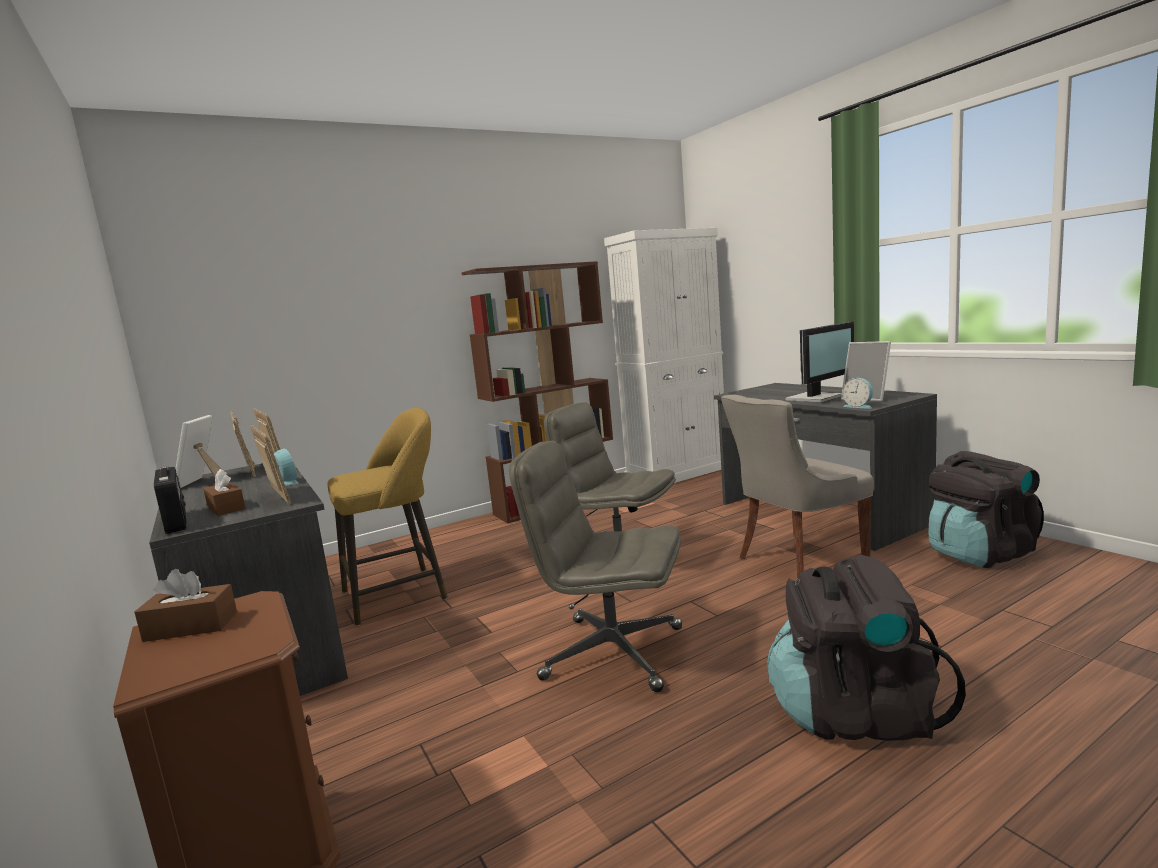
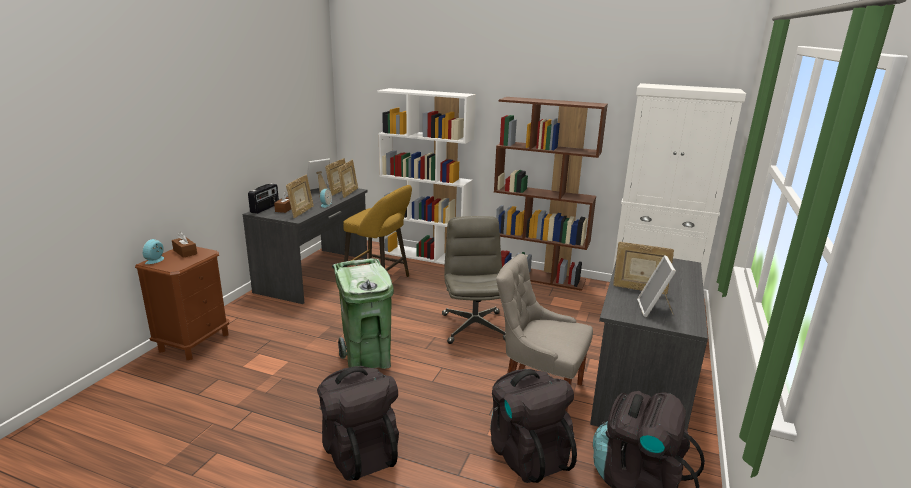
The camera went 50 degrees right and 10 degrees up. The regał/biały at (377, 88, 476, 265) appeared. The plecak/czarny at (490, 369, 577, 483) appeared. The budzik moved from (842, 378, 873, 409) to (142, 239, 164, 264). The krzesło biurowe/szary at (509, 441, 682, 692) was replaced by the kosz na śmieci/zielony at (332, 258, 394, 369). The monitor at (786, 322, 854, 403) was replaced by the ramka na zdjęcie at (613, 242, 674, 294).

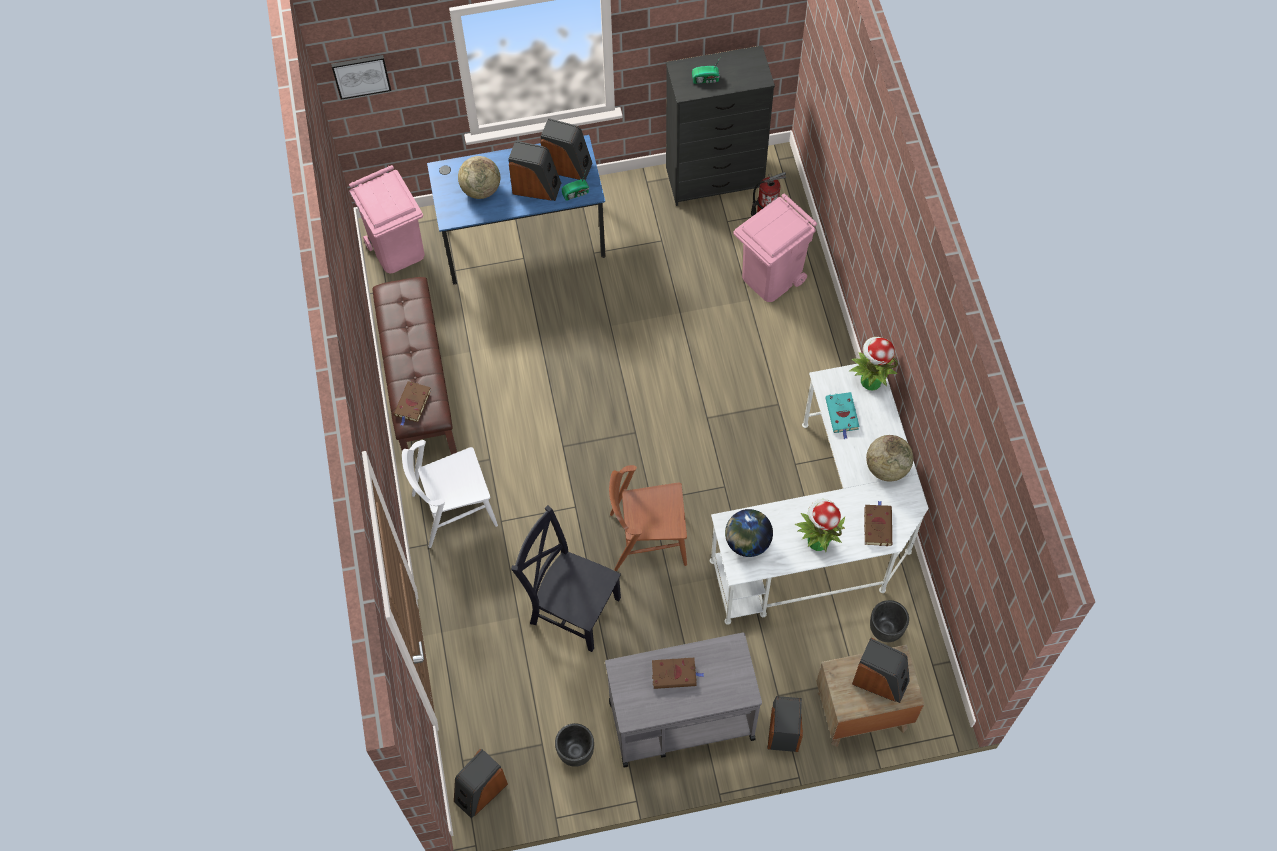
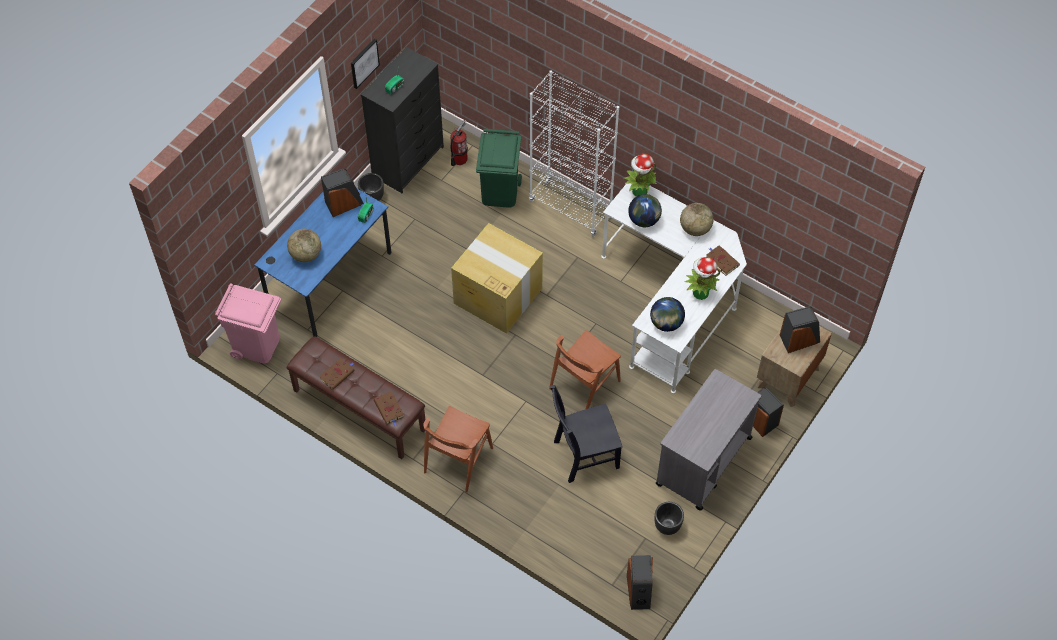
The camera went 45 degrees left and 5 degrees down. The głośnik at (509, 141, 561, 201) disappeared. The karton at (451, 223, 543, 334) appeared. The regał/biały at (529, 70, 619, 236) appeared. The obraz moved from (331, 55, 391, 100) to (351, 39, 380, 89). The książka/brązowy moved from (652, 658, 705, 689) to (319, 358, 355, 390). The donica/czarny moved from (870, 600, 909, 642) to (358, 173, 384, 201). The książka/turkusowy at (825, 392, 859, 439) was replaced by the globus at (628, 194, 662, 227). The krzesło/biały at (402, 440, 498, 548) became the krzesło/brązowy at (423, 406, 493, 492). The kosz na śmieci/różowy at (733, 193, 817, 302) became the kosz na śmieci/zielony at (476, 128, 522, 208).

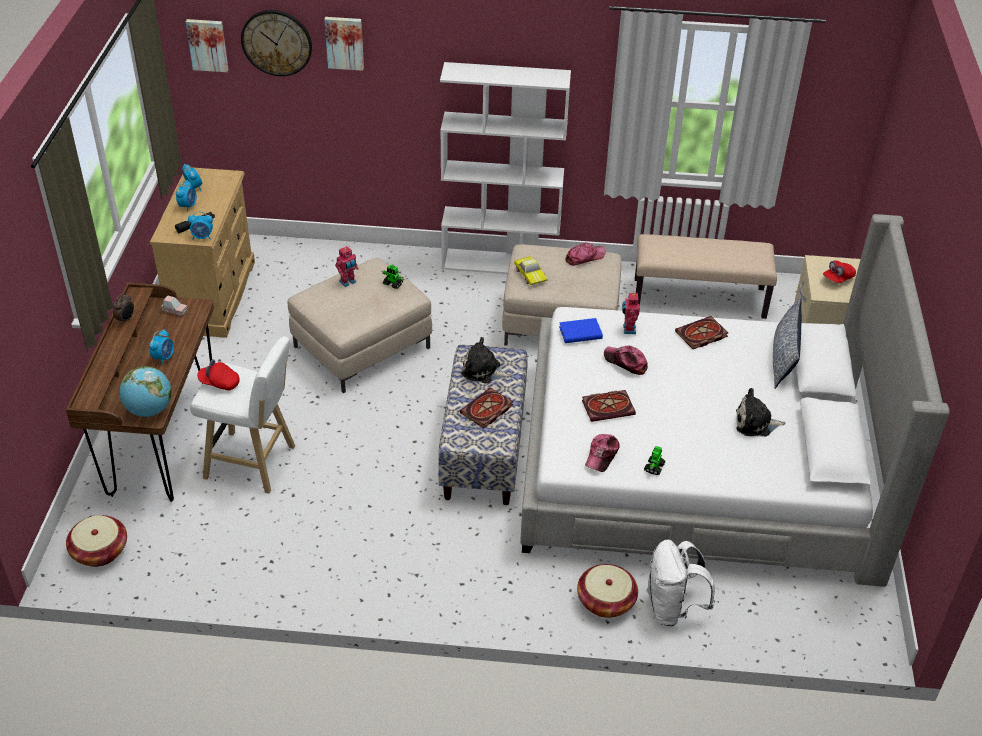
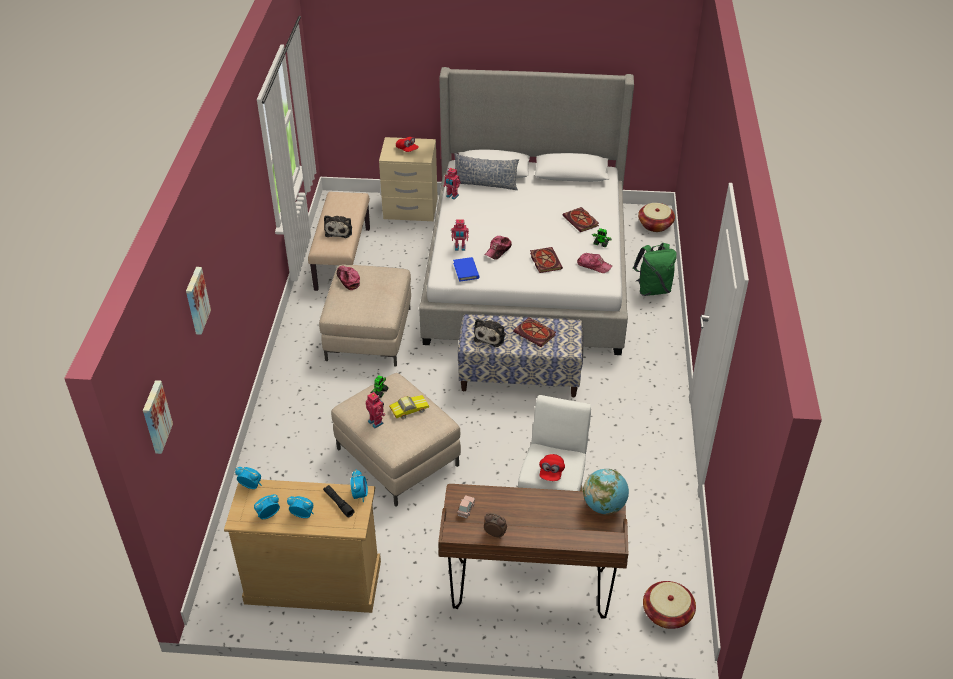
The camera went 90 degrees left and 0 degrees up. The zegar ścienny at (241, 10, 312, 76) disappeared. The regał/biały at (440, 62, 571, 274) disappeared. The robot zabawkowy at (443, 168, 461, 200) appeared. The budzik moved from (149, 329, 174, 365) to (235, 467, 262, 489). The samochodzik moved from (514, 256, 548, 285) to (389, 395, 429, 419). The koszyk moved from (577, 564, 638, 618) to (638, 203, 675, 232). The książka moved from (675, 316, 728, 349) to (562, 207, 599, 232). The pluszak moved from (736, 388, 785, 436) to (324, 215, 352, 238). The plecak/biały at (646, 540, 715, 626) became the plecak/zielony at (633, 243, 677, 296).

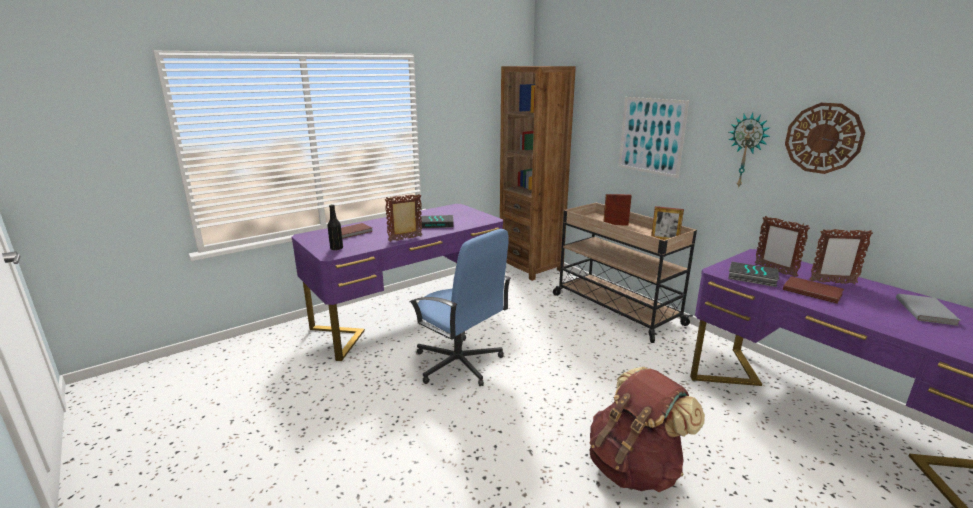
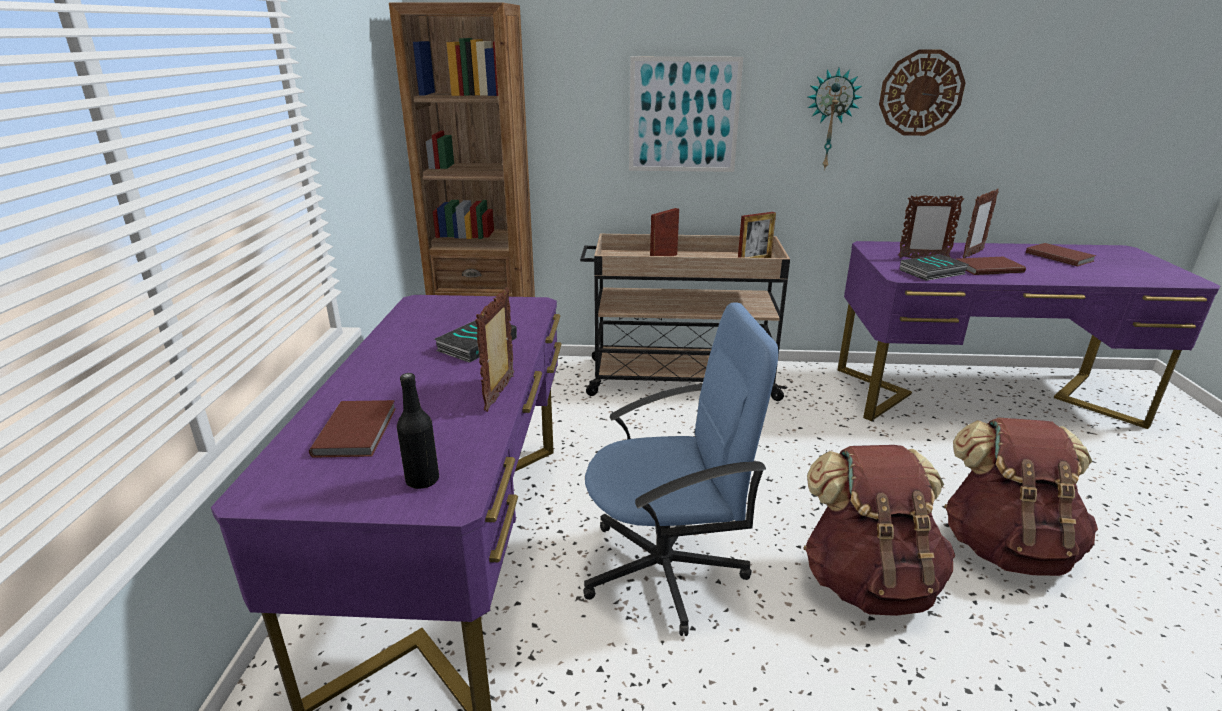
The camera went 50 degrees left and 5 degrees up. The plecak/brązowy at (803, 445, 955, 616) appeared. The książka/szary at (896, 294, 961, 326) became the książka/brązowy at (1026, 243, 1096, 267).

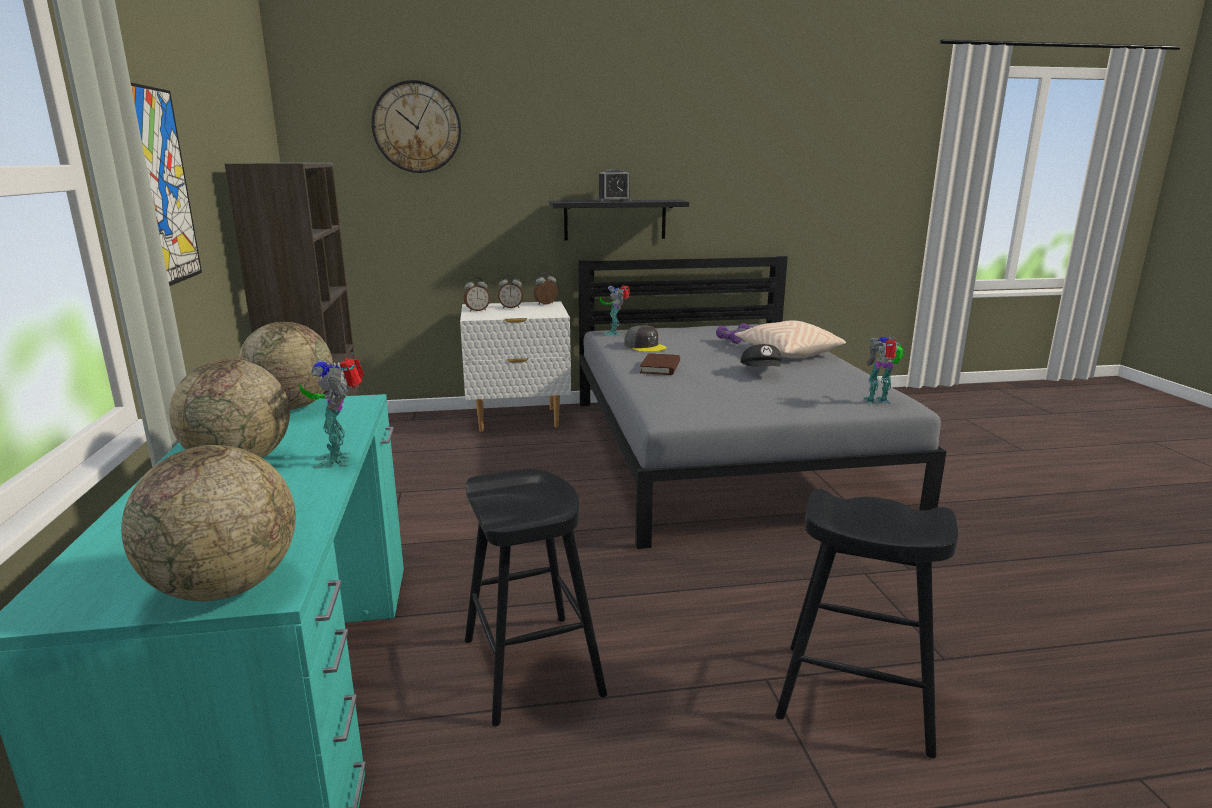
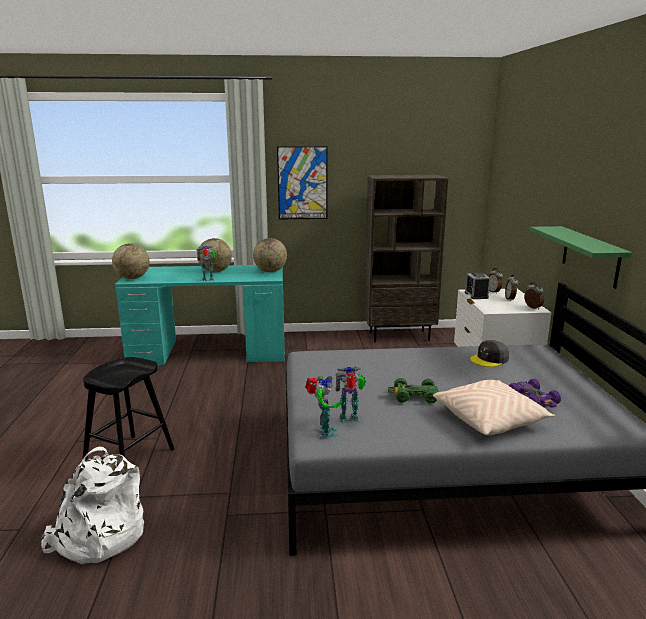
The camera went 95 degrees right and 0 degrees up. The zegar ścienny at (372, 80, 461, 173) disappeared. The stołek/czarny at (465, 469, 607, 726) disappeared. The książka/brązowy at (640, 353, 680, 375) disappeared. The plecak/biały at (40, 447, 144, 565) appeared. The budzik moved from (598, 169, 631, 202) to (465, 273, 490, 299). The robot zabawkowy moved from (600, 285, 631, 336) to (335, 366, 366, 423). The czapka z daszkiem/czarny at (740, 344, 782, 367) was replaced by the samochodzik/zielony at (388, 378, 439, 404). The półka/czarny at (549, 200, 689, 241) became the półka/zielony at (530, 226, 632, 289).

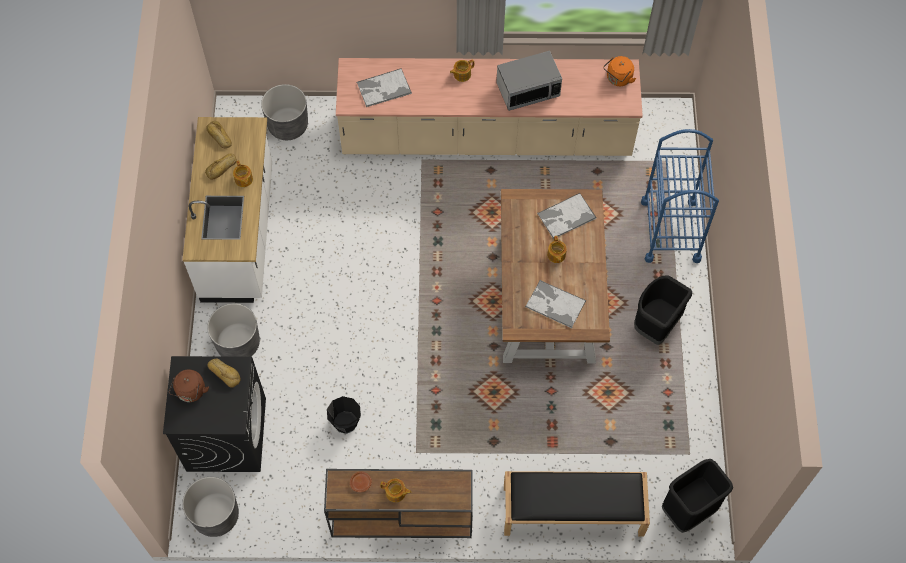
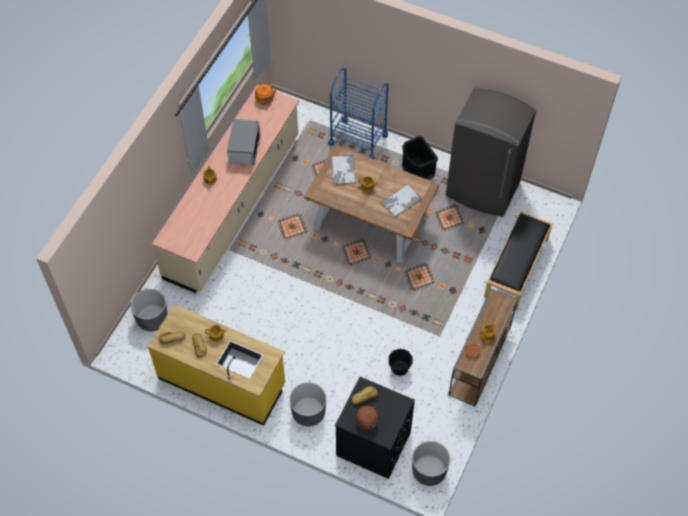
The camera went 65 degrees left and 5 degrees down. The taca at (357, 68, 412, 107) disappeared. The kosz na śmieci/czarny at (662, 459, 733, 533) disappeared. The lodówka/szary at (446, 88, 536, 217) appeared. The zabudowa kuchenna/biały at (183, 117, 272, 303) became the zabudowa kuchenna/żółty at (147, 304, 285, 426).

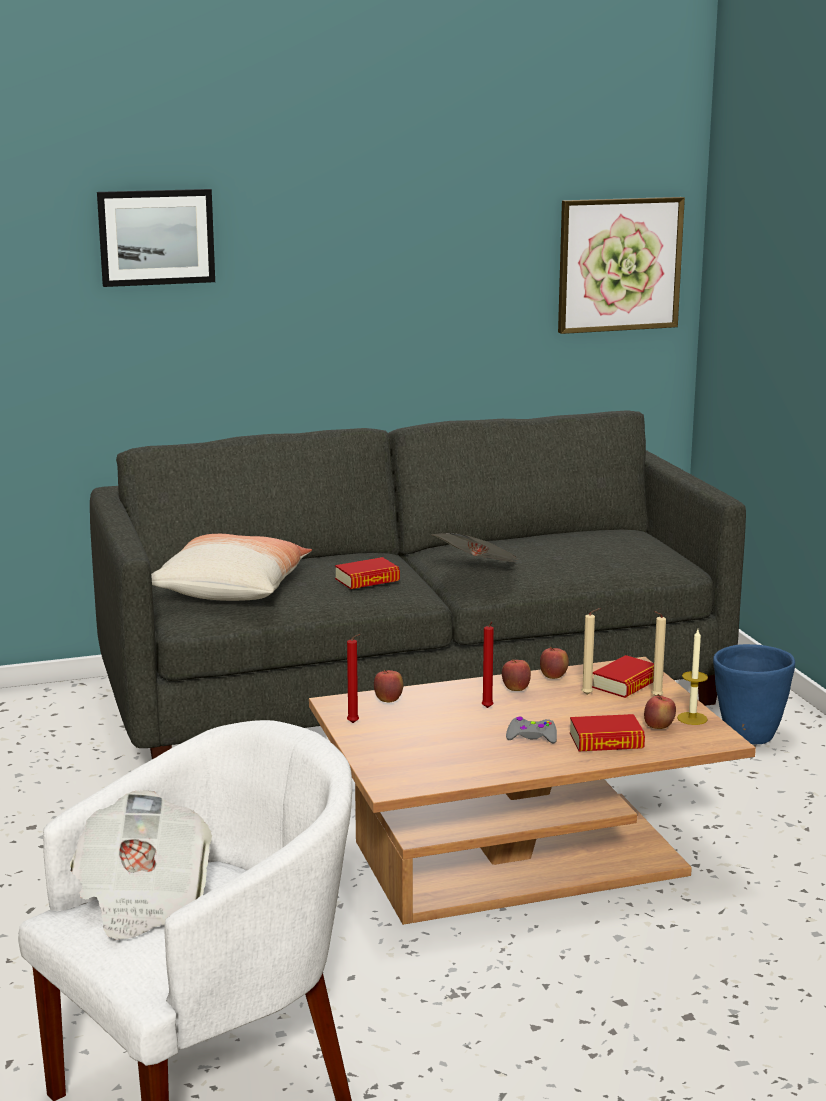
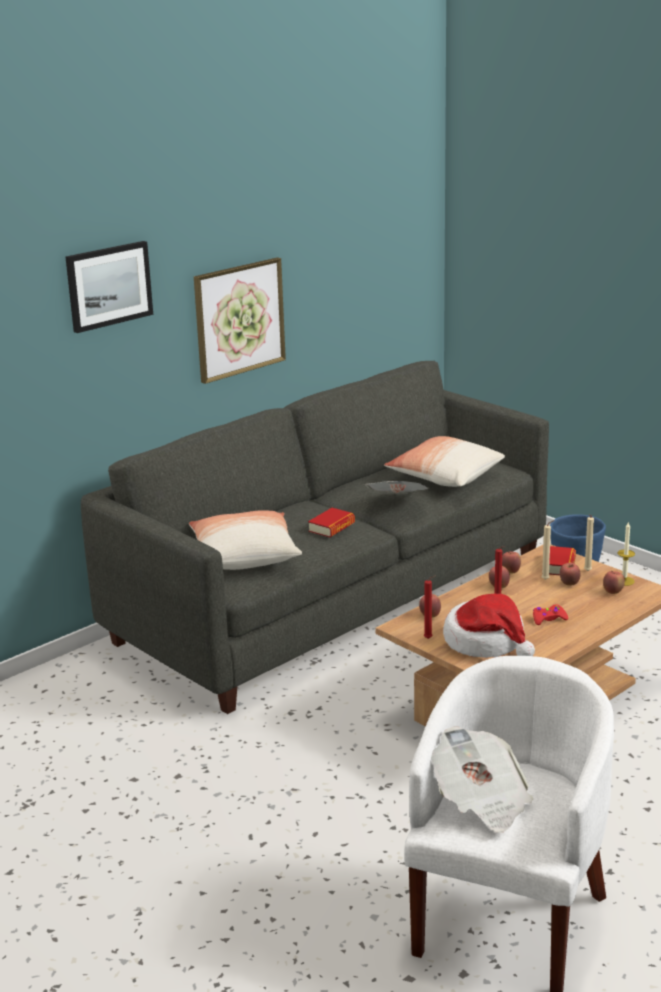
The camera went 25 degrees left and 5 degrees up. The książka at (570, 714, 645, 751) disappeared. The poduszka at (384, 436, 505, 487) appeared. The kapelusz at (443, 594, 535, 658) appeared. The jabłko at (560, 563, 580, 586) appeared. The obraz moved from (558, 197, 685, 334) to (194, 257, 286, 384). The pad do gier/szary at (506, 717, 557, 743) became the pad do gier/czerwony at (533, 605, 568, 625).

